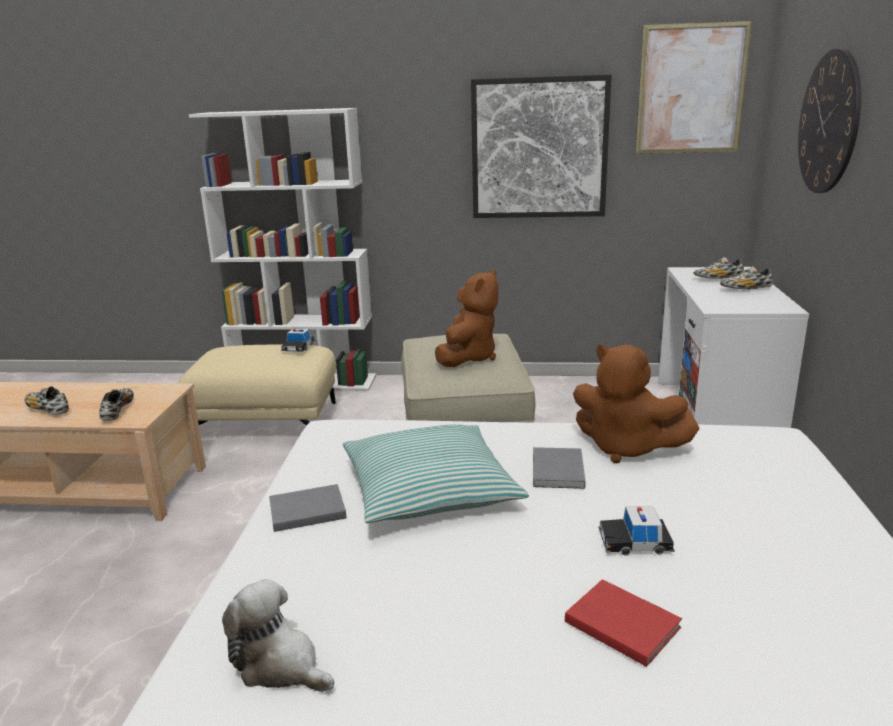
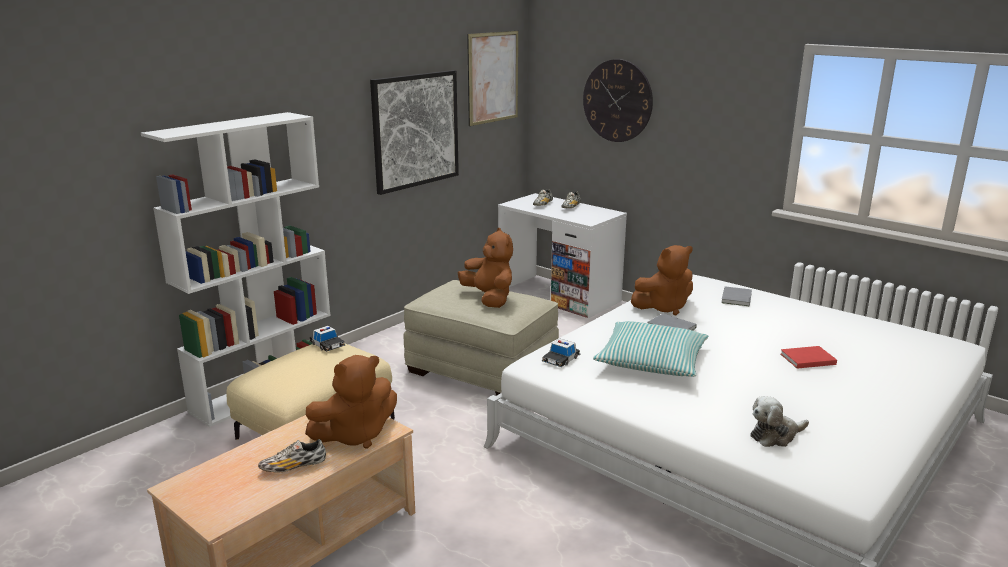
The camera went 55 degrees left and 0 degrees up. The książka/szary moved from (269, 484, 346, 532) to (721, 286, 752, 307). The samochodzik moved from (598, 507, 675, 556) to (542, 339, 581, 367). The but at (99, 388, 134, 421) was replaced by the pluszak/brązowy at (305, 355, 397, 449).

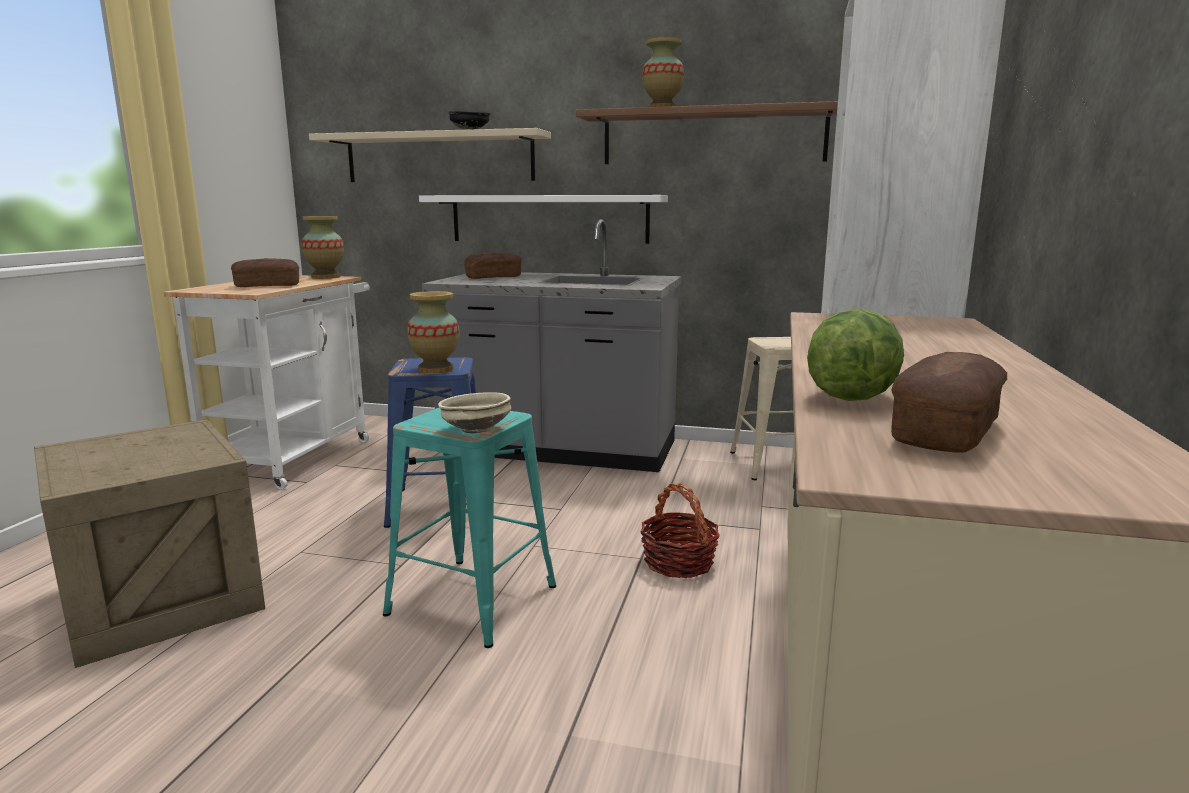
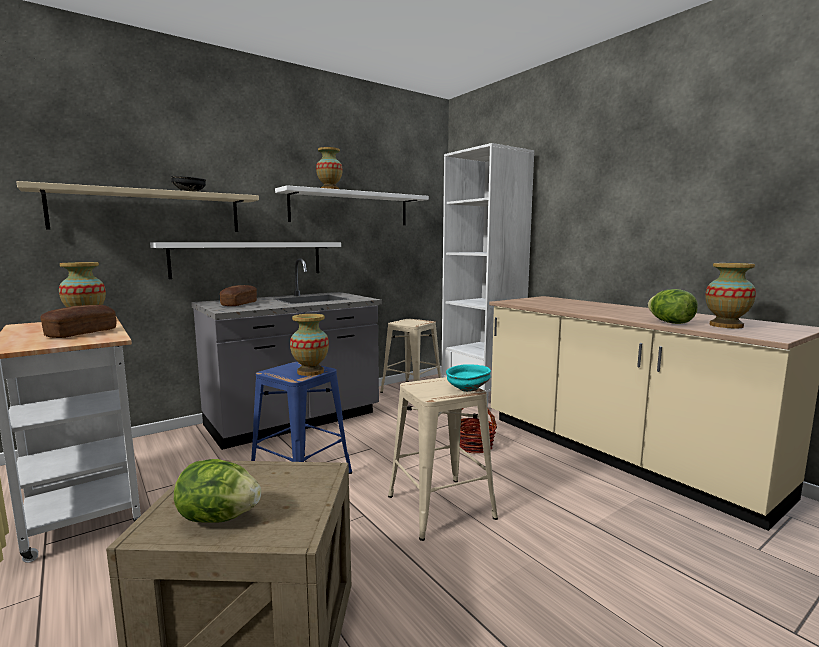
The camera went 50 degrees left and 5 degrees down. The sałata at (174, 459, 261, 523) appeared. The chleb at (891, 352, 1007, 453) was replaced by the wazon at (705, 263, 756, 328). The stołek/turkusowy at (383, 408, 556, 648) became the stołek/beżowy at (388, 377, 498, 541). The miska/beżowy at (438, 392, 511, 433) became the miska/turkusowy at (446, 364, 491, 392). The półka/brązowy at (576, 101, 838, 164) became the półka/biały at (275, 185, 429, 225).

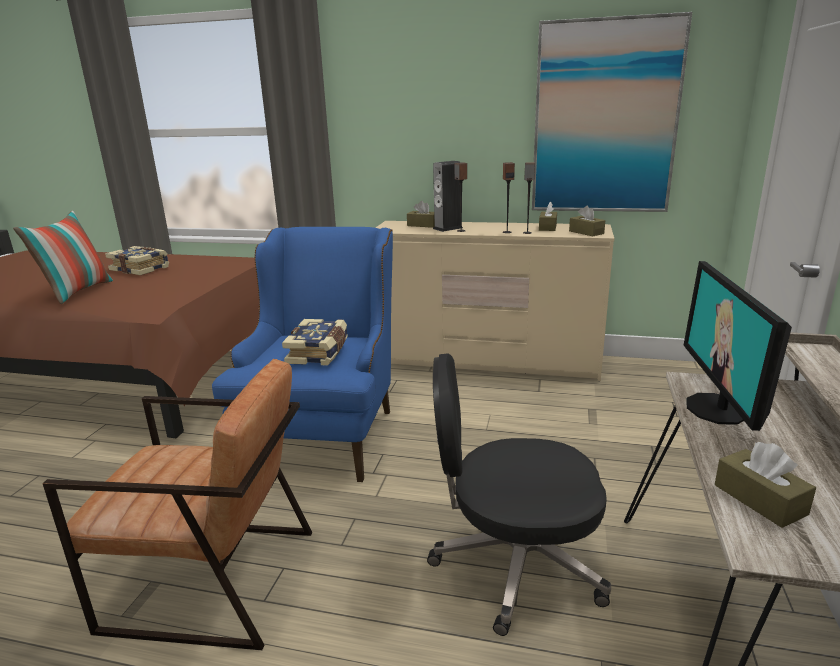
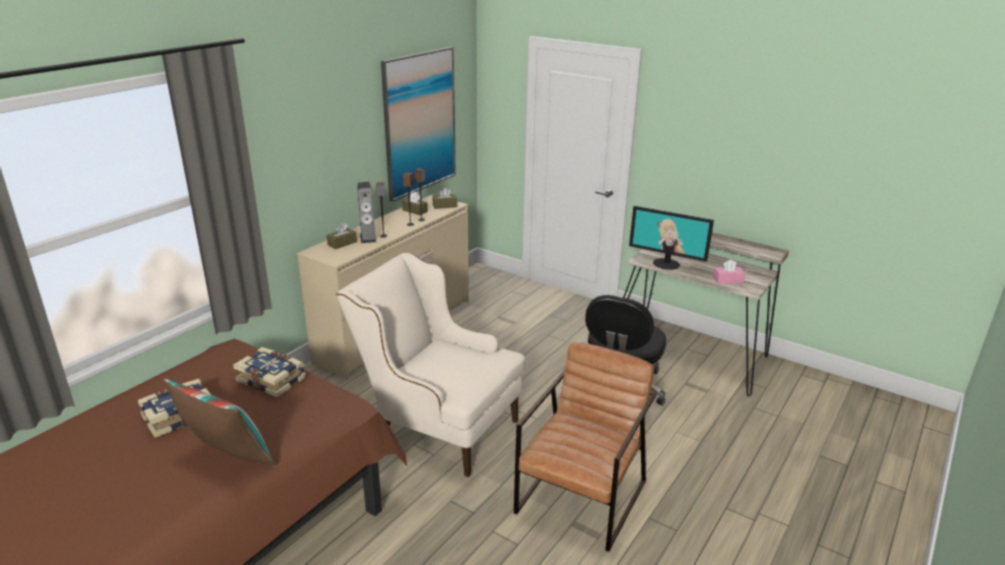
The camera went 70 degrees left and 5 degrees up. The książka moved from (282, 319, 348, 366) to (233, 347, 306, 397). The fotel/niebieski at (212, 227, 393, 482) became the fotel/beżowy at (336, 253, 525, 477). The pudełko chusteczek/brązowy at (715, 442, 816, 528) became the pudełko chusteczek/różowy at (713, 260, 745, 284).

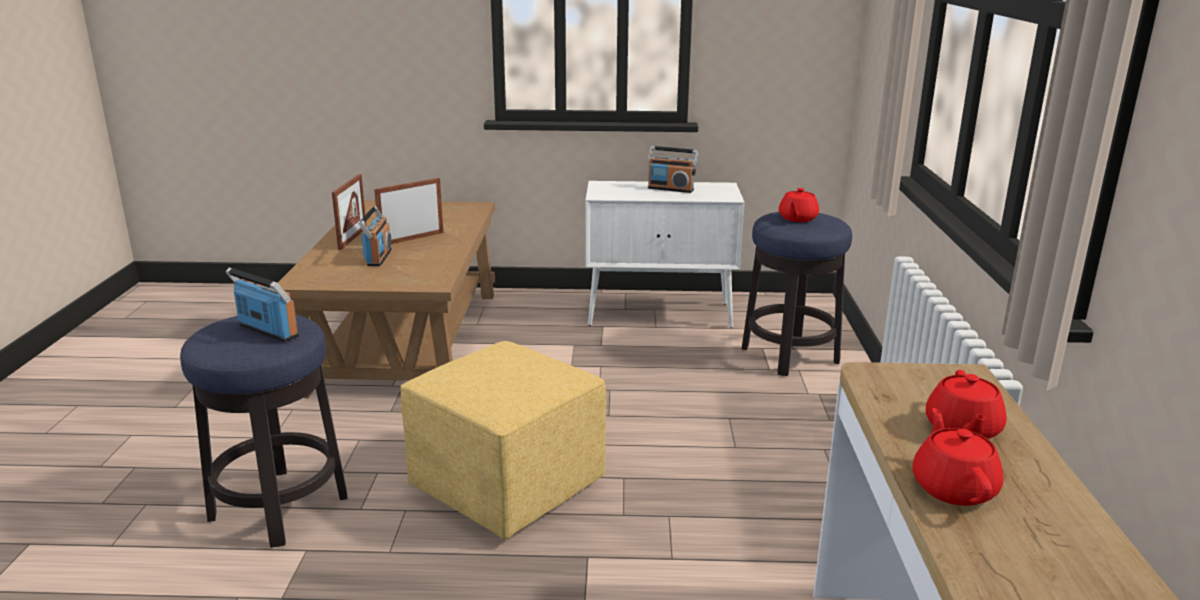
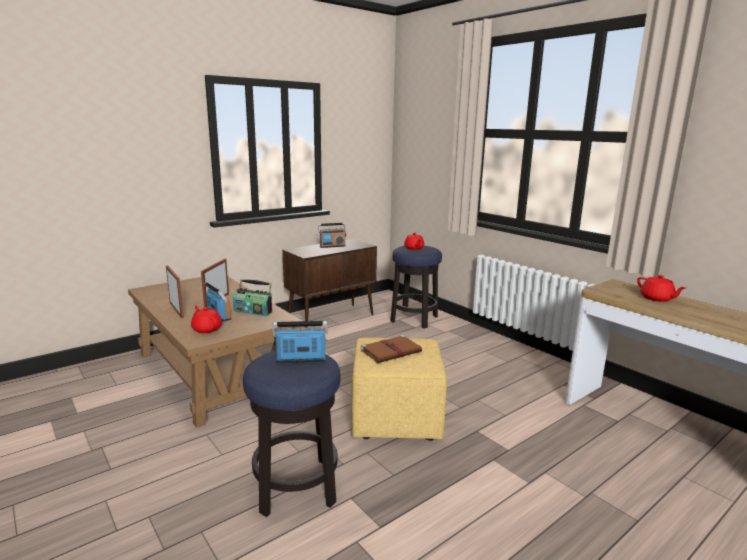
The camera went 40 degrees left and 5 degrees down. The radio at (233, 279, 272, 316) appeared. The książka/brązowy at (361, 335, 422, 363) appeared. The imbryk/czerwony moved from (912, 408, 1003, 506) to (191, 306, 222, 333). The szafka/biały at (586, 181, 745, 328) became the szafka/brązowy at (282, 239, 377, 328).

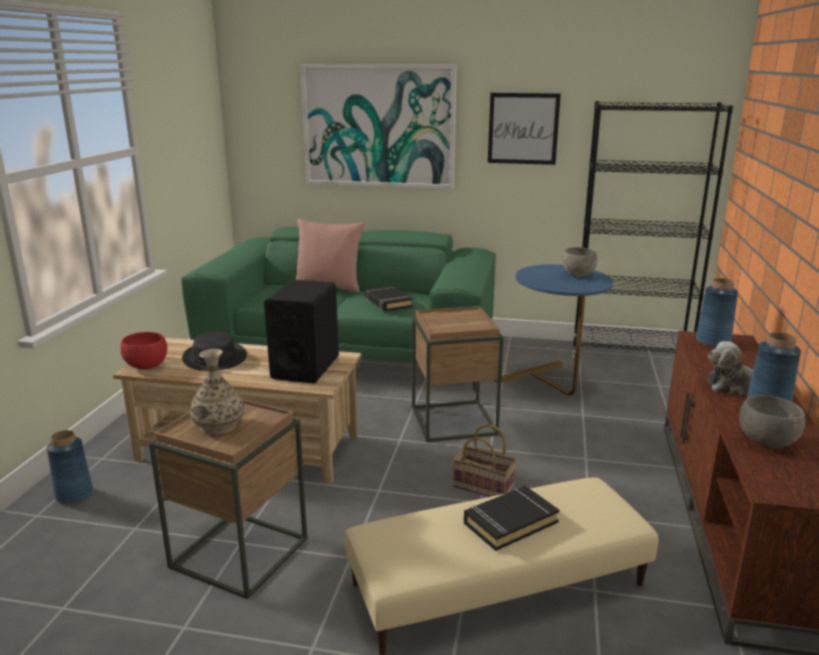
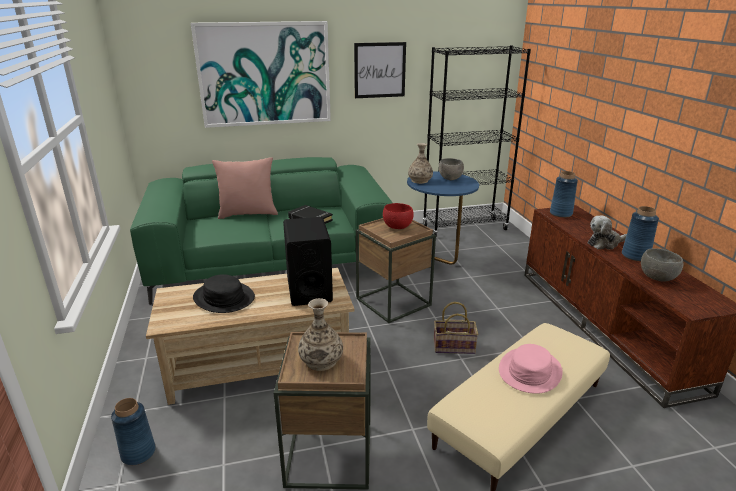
The camera went 25 degrees left and 5 degrees up. The wazon at (408, 143, 433, 184) appeared. The miska/czerwony moved from (120, 332, 167, 369) to (383, 203, 414, 229). The książka/czarny at (464, 486, 559, 551) was replaced by the kapelusz/różowy at (499, 344, 563, 394).

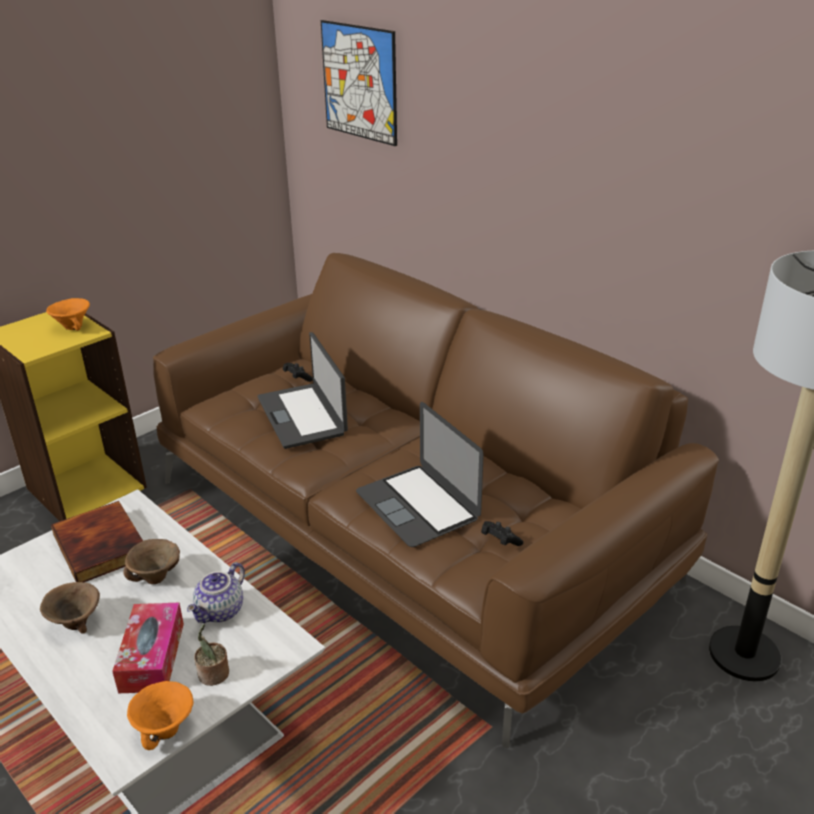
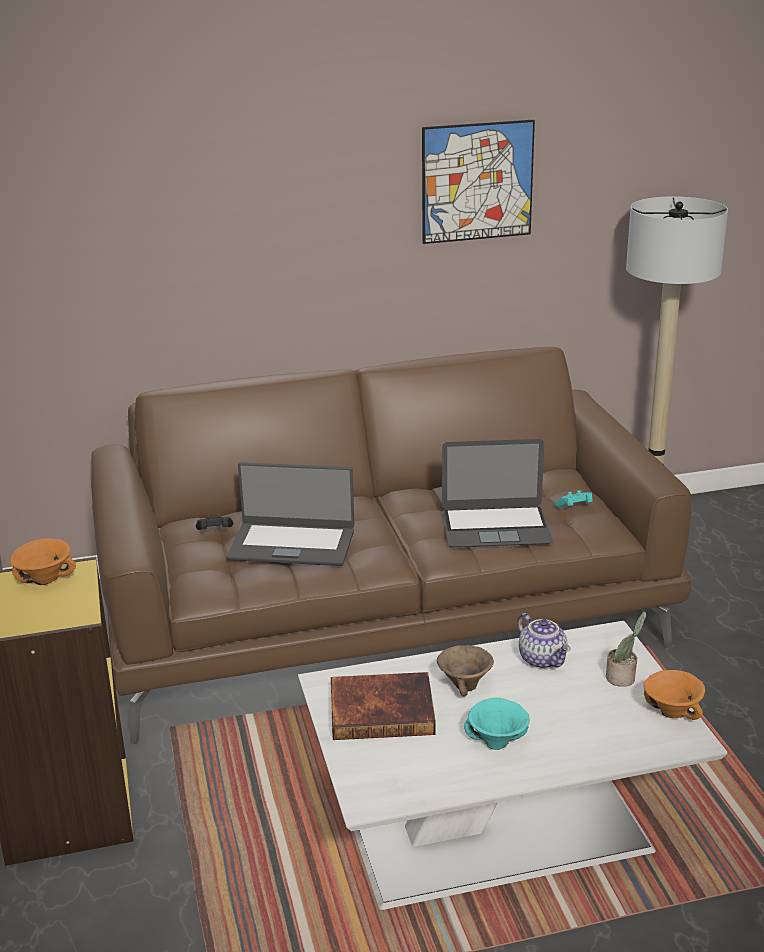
The camera went 60 degrees left and 5 degrees down. The pudełko chusteczek at (112, 603, 184, 694) disappeared. The obraz moved from (321, 20, 397, 146) to (422, 120, 535, 244). The miska/brązowy at (40, 582, 100, 634) became the miska/turkusowy at (464, 698, 529, 750). The pad do gier/czarny at (481, 521, 524, 546) became the pad do gier/turkusowy at (555, 490, 593, 507).

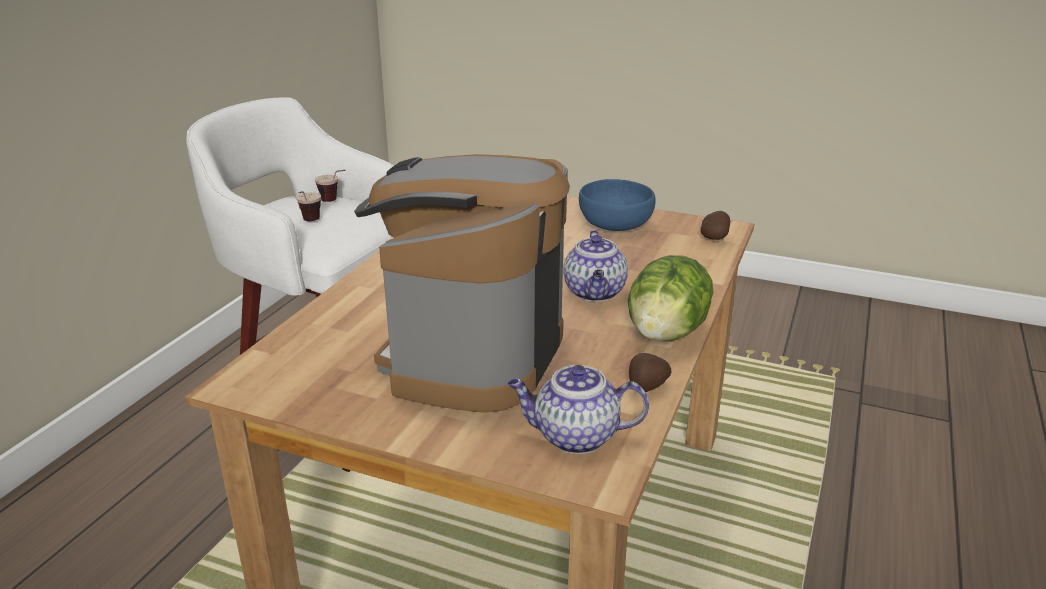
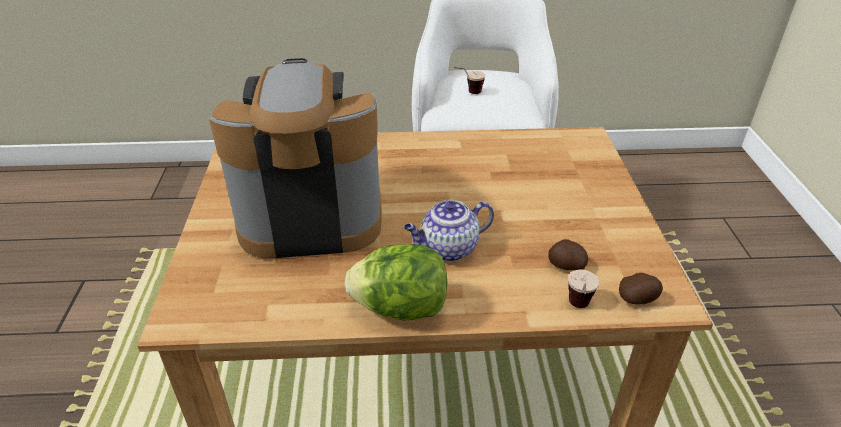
The camera went 65 degrees right and 10 degrees up. The imbryk at (508, 365, 649, 454) disappeared. The miska/niebieski at (579, 179, 655, 231) disappeared. The filiżanka moved from (315, 170, 345, 202) to (568, 270, 599, 308). The ziemniak moved from (629, 353, 671, 392) to (548, 239, 588, 270).

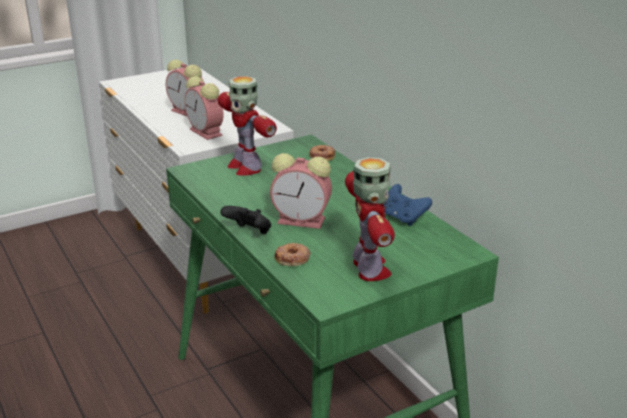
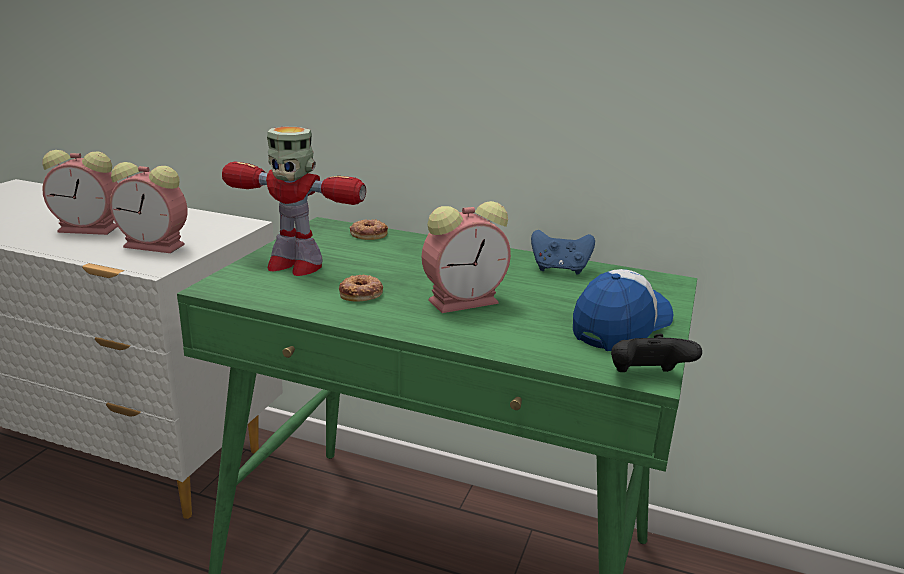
The camera went 40 degrees left and 5 degrees down. The pad do gier/czarny moved from (220, 206, 271, 234) to (611, 334, 702, 372). The donut moved from (275, 243, 310, 266) to (339, 275, 383, 302). The robot zabawkowy at (345, 157, 395, 281) was replaced by the czapka z daszkiem at (573, 269, 674, 351).

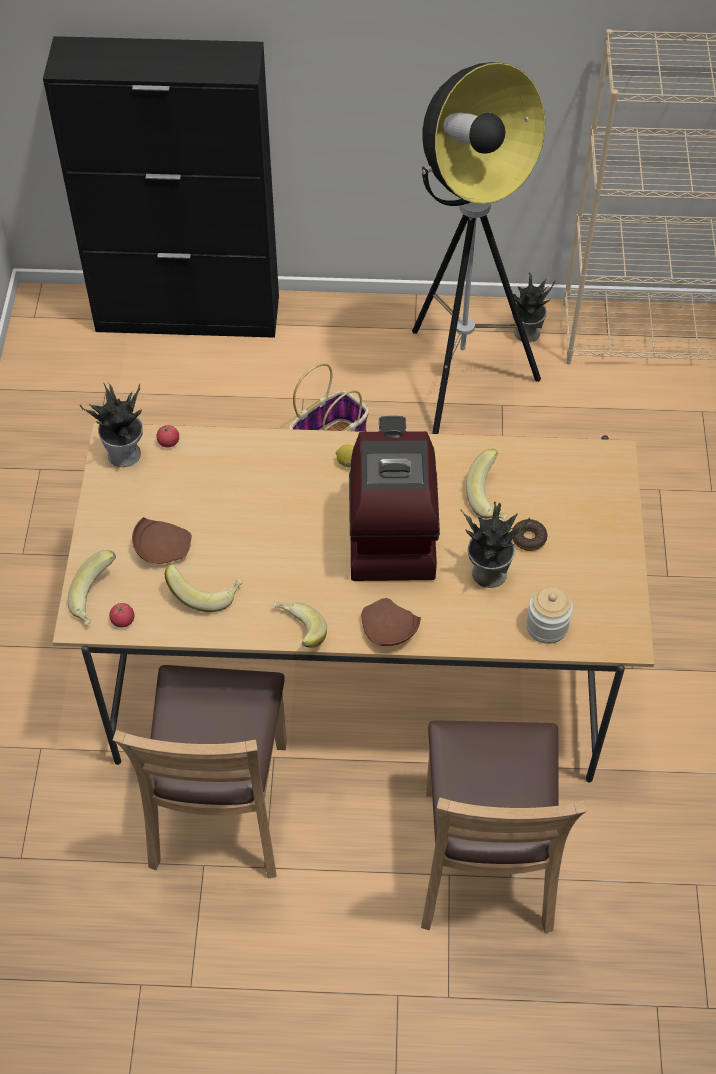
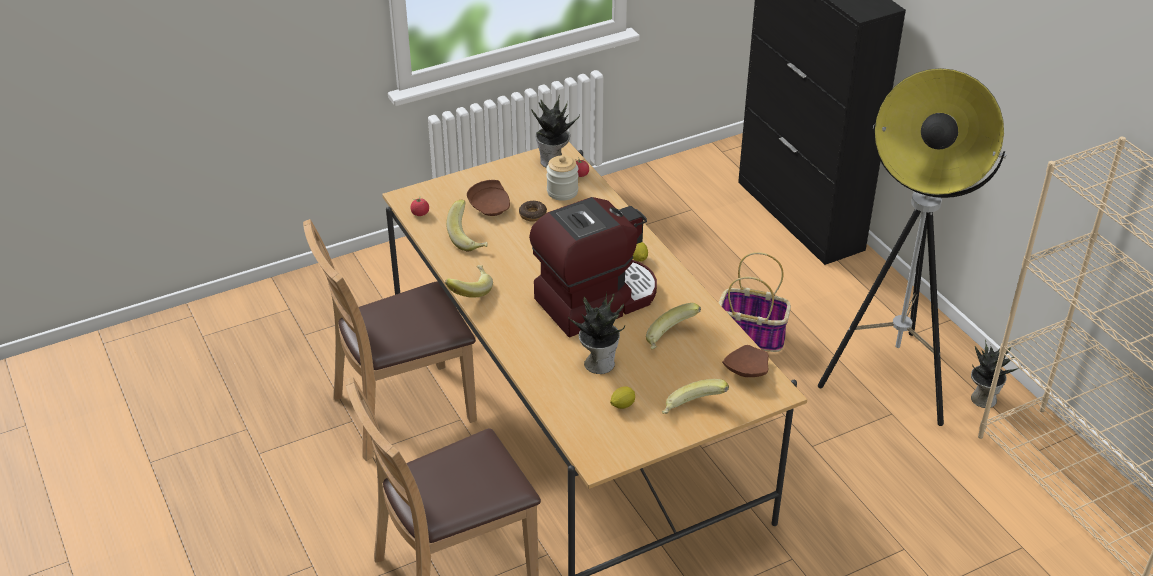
The camera went 60 degrees right and 15 degrees down. The cytryna at (610, 386, 635, 409) appeared. The banan moved from (68, 550, 116, 626) to (662, 379, 729, 414). The talerz/brązowy moved from (362, 598, 421, 646) to (722, 345, 769, 377). The donut moved from (513, 519, 547, 551) to (519, 201, 547, 222). The słoik moved from (526, 585, 573, 644) to (546, 155, 578, 201).

